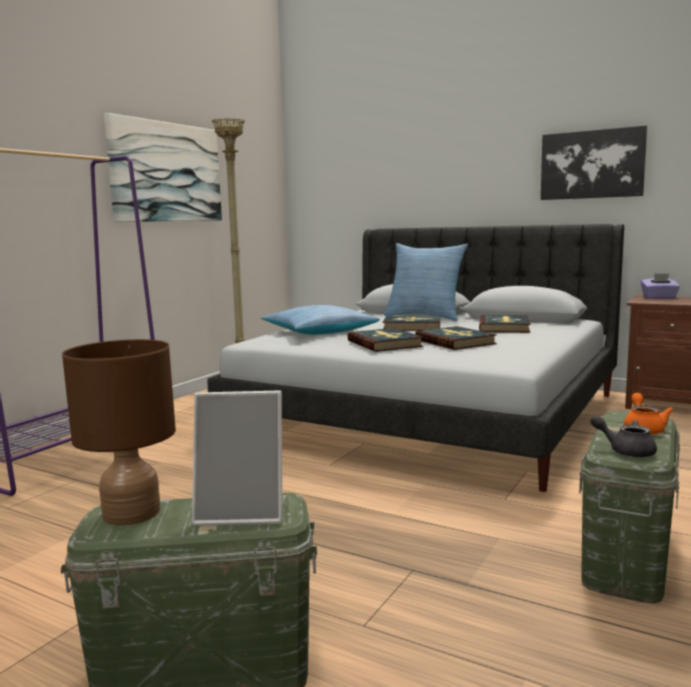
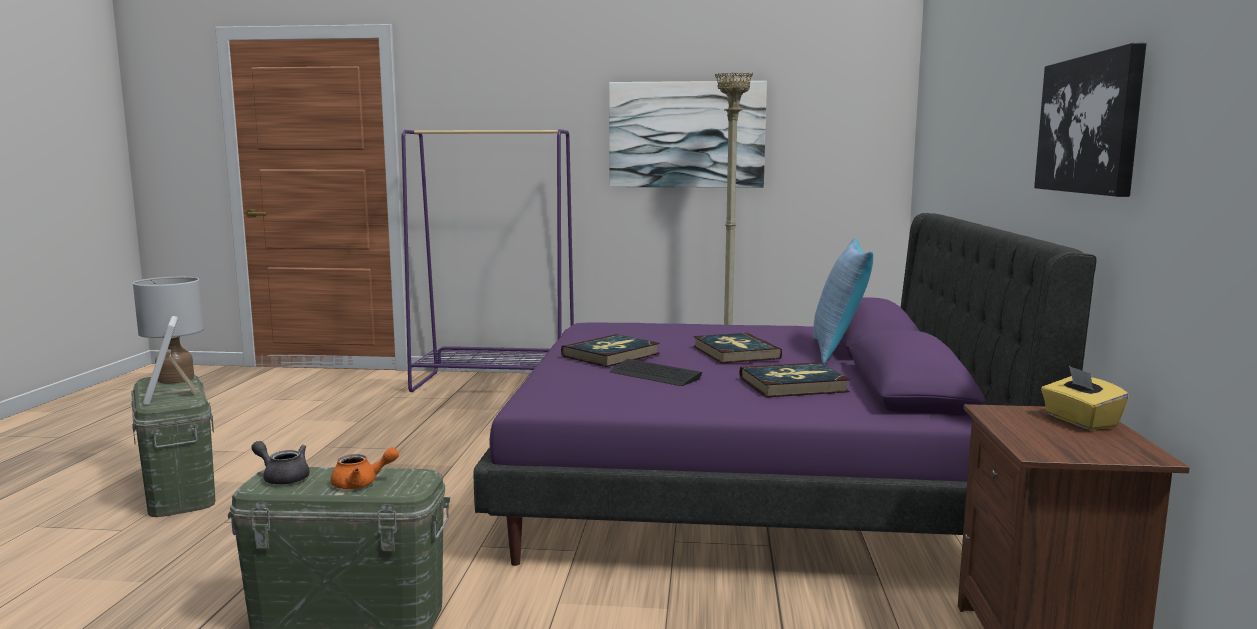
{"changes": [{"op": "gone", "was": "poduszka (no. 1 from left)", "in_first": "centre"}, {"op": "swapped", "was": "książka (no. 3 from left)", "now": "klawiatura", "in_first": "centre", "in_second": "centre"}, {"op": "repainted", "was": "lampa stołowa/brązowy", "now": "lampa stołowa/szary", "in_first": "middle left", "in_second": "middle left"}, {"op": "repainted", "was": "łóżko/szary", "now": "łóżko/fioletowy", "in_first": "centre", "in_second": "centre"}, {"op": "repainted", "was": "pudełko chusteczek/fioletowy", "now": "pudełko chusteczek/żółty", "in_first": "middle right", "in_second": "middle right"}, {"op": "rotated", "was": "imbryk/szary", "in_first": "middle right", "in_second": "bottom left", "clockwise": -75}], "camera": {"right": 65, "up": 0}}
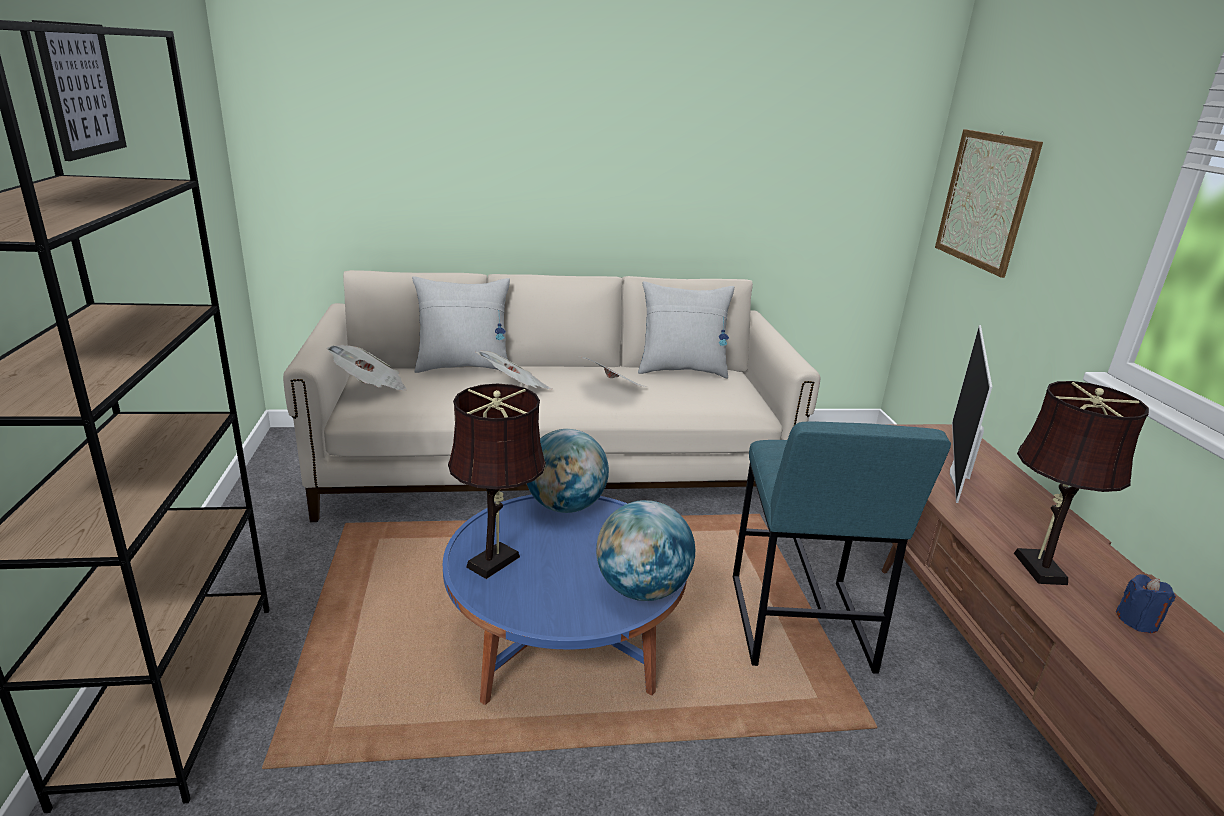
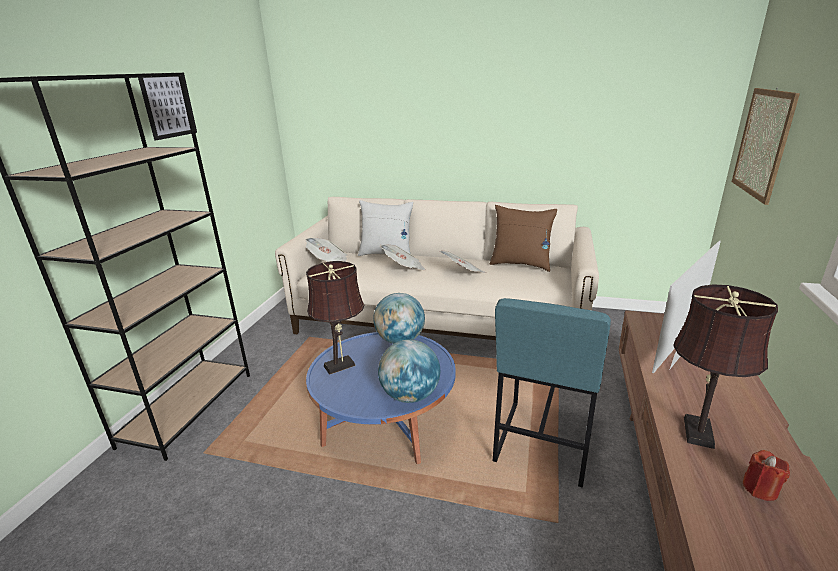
{"changes": [{"op": "repainted", "was": "poduszka/szary (no. 2 from left)", "now": "poduszka/brązowy", "in_first": "centre", "in_second": "centre"}, {"op": "repainted", "was": "świeca/niebieski", "now": "świeca/czerwony", "in_first": "bottom right", "in_second": "bottom right"}], "camera": {"right": 25, "up": 0}}
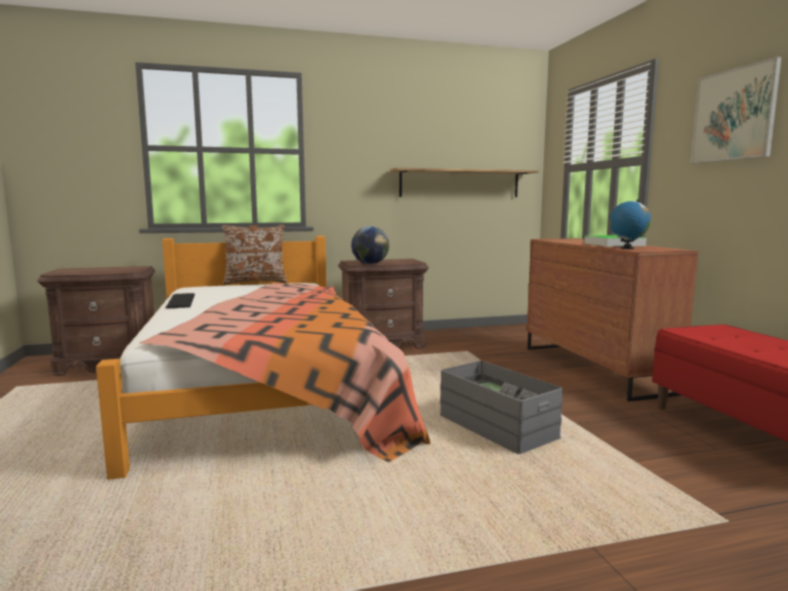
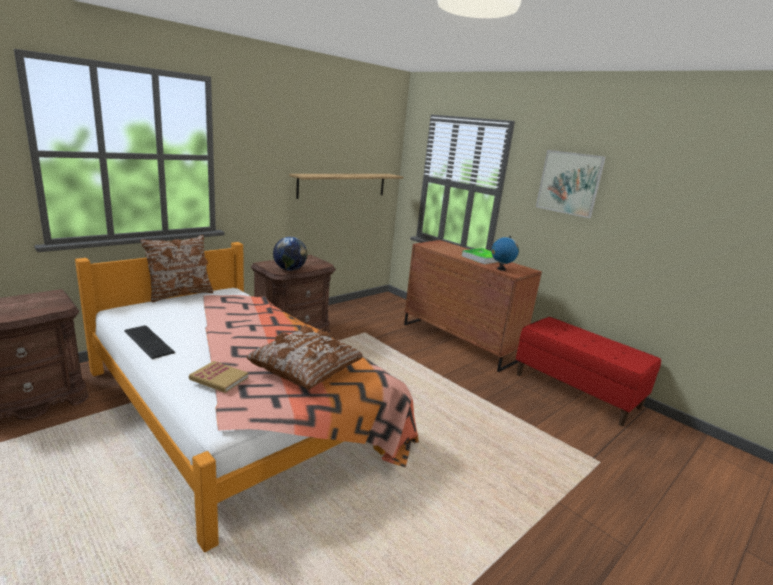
{"changes": [{"op": "gone", "was": "pojemnik do przechowywania/szary", "in_first": "bottom centre"}, {"op": "new", "now": "książka", "in_second": "middle left"}, {"op": "new", "now": "poduszka/brązowy (no. 2 from left)", "in_second": "centre"}], "camera": {"right": -30, "up": 10}}
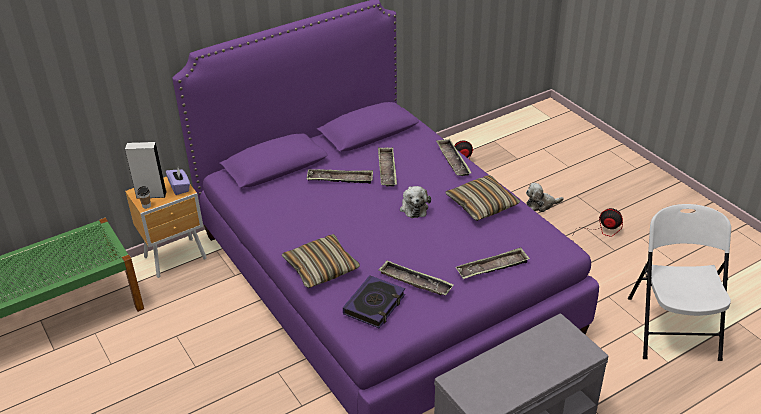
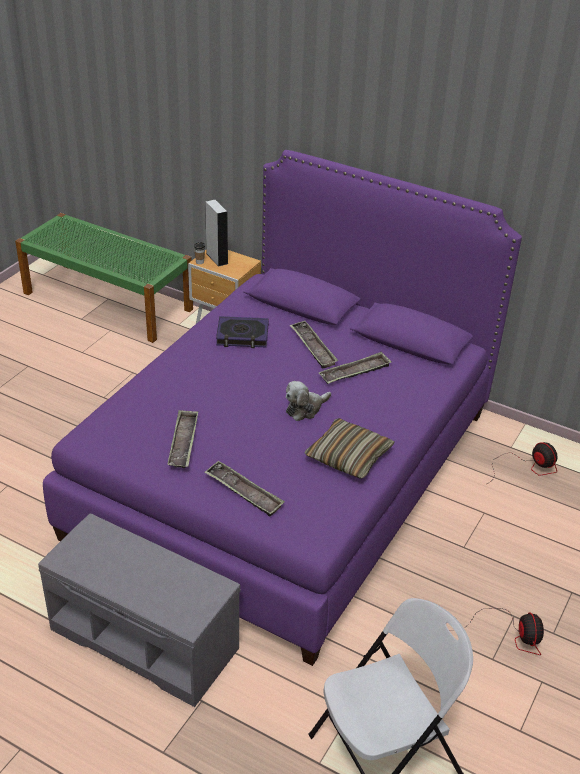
{"changes": [{"op": "gone", "was": "pudełko chusteczek/fioletowy", "in_first": "middle left"}, {"op": "gone", "was": "poduszka (no. 1 from left)", "in_first": "centre"}, {"op": "gone", "was": "taca (no. 4 from left)", "in_first": "centre"}, {"op": "gone", "was": "pluszak (no. 2 from left)", "in_first": "middle right"}, {"op": "shifted", "was": "książka", "in_first": "bottom centre", "in_second": "centre"}], "camera": {"right": 60, "up": 0}}
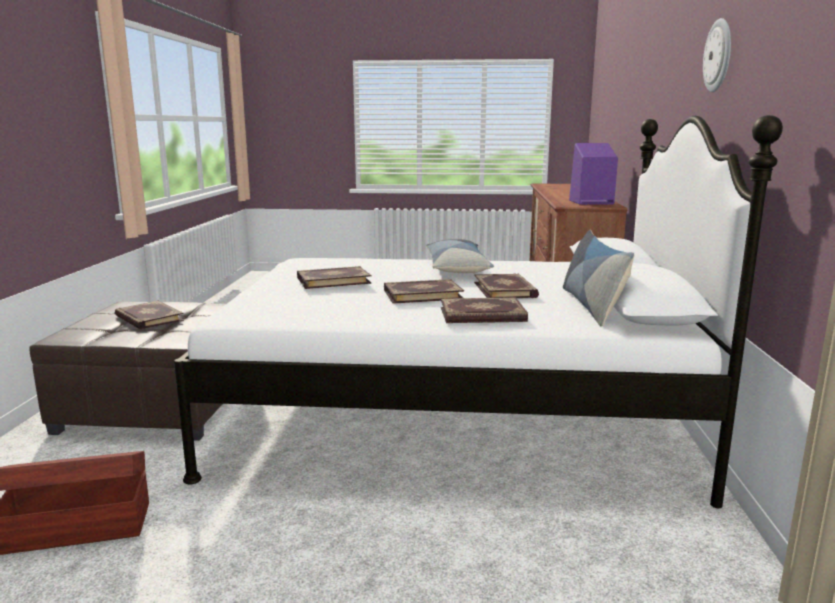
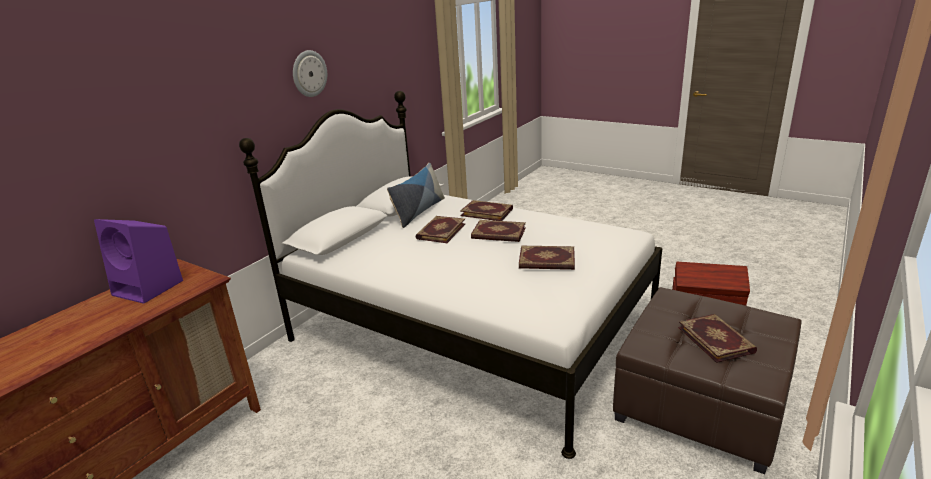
{"changes": [{"op": "gone", "was": "poduszka (no. 1 from left)", "in_first": "centre"}], "camera": {"right": -150, "up": 10}}
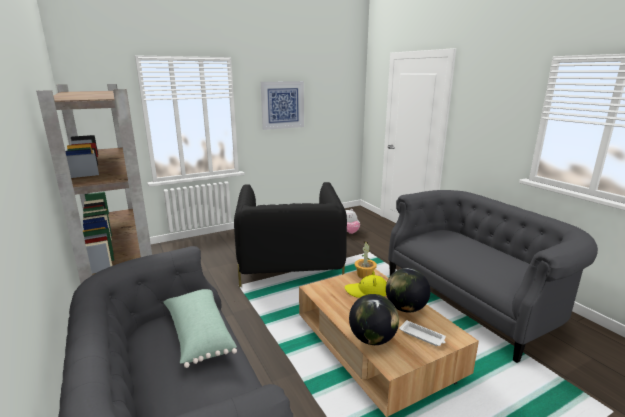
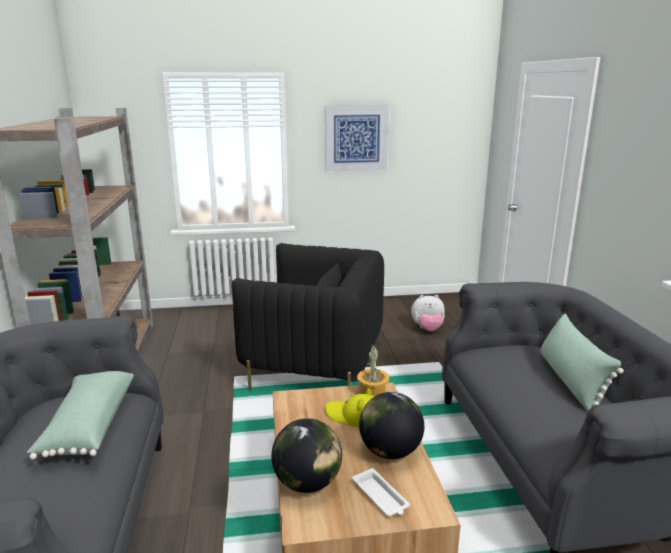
{"changes": [{"op": "new", "now": "poduszka/zielony (no. 2 from left)", "in_second": "middle right"}, {"op": "rotated", "was": "fotel/czarny", "in_first": "centre", "in_second": "centre", "clockwise": -90}], "camera": {"right": 20, "up": 0}}
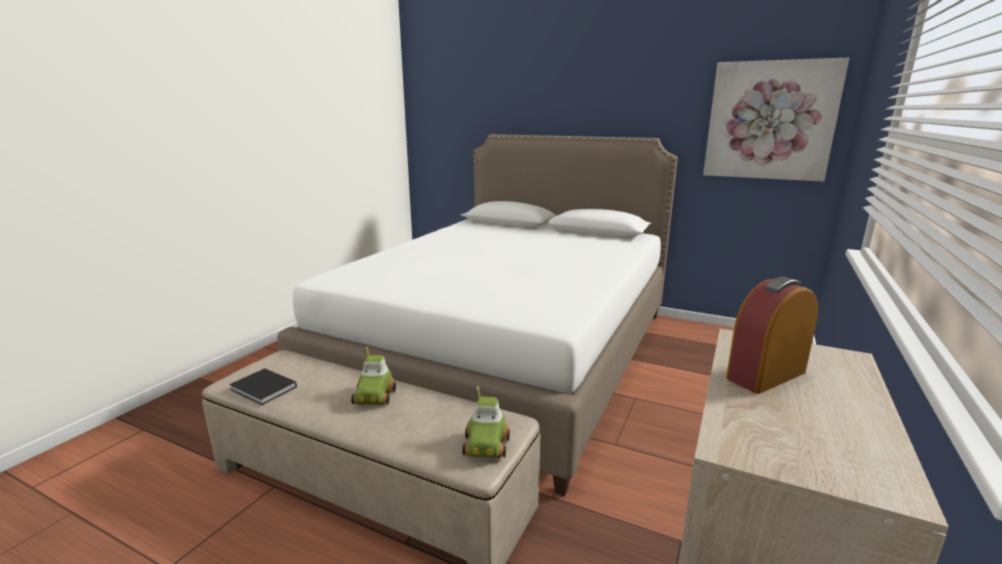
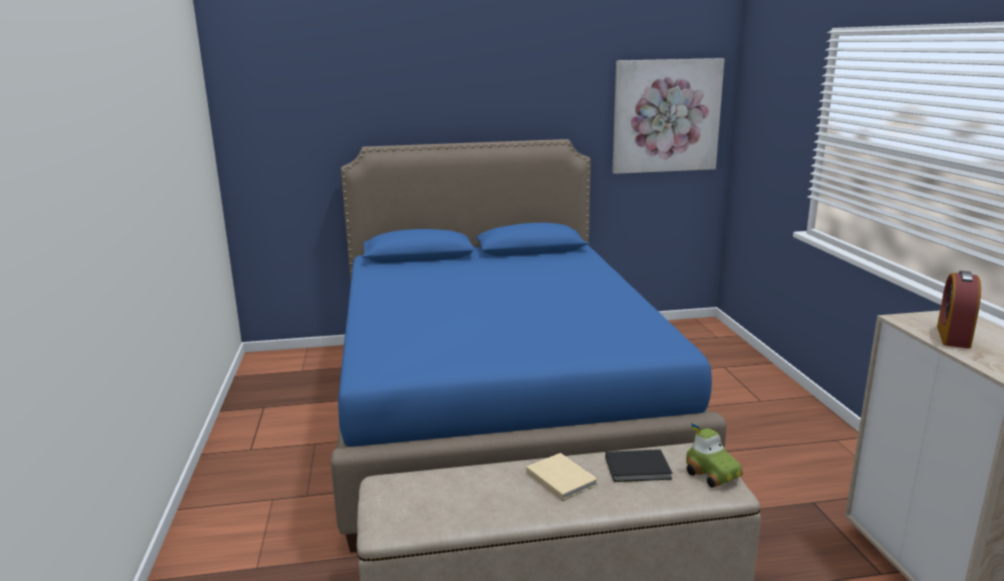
{"changes": [{"op": "shifted", "was": "książka/czarny", "in_first": "bottom left", "in_second": "bottom centre"}, {"op": "swapped", "was": "samochodzik (no. 1 from left)", "now": "książka/beżowy", "in_first": "centre", "in_second": "bottom centre"}, {"op": "repainted", "was": "łóżko/biały", "now": "łóżko/niebieski", "in_first": "centre", "in_second": "centre"}], "camera": {"right": -35, "up": 0}}
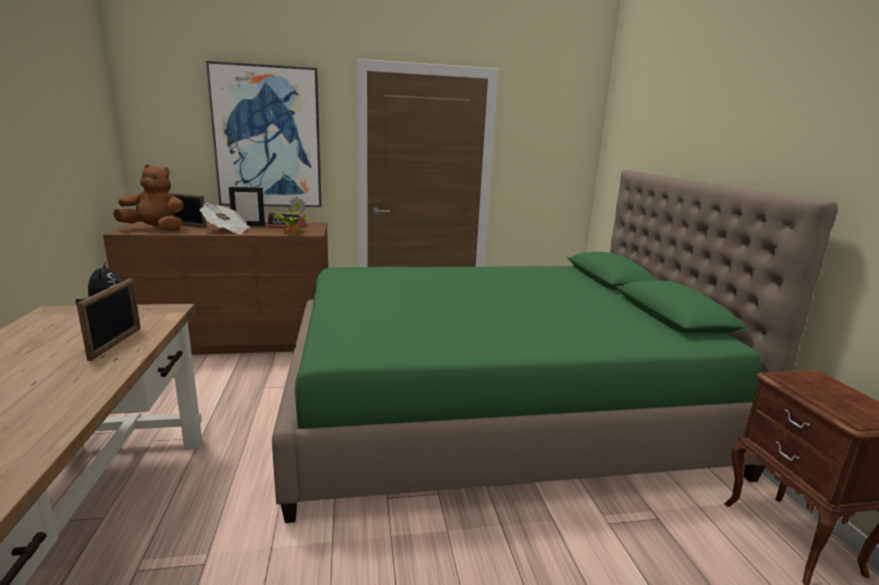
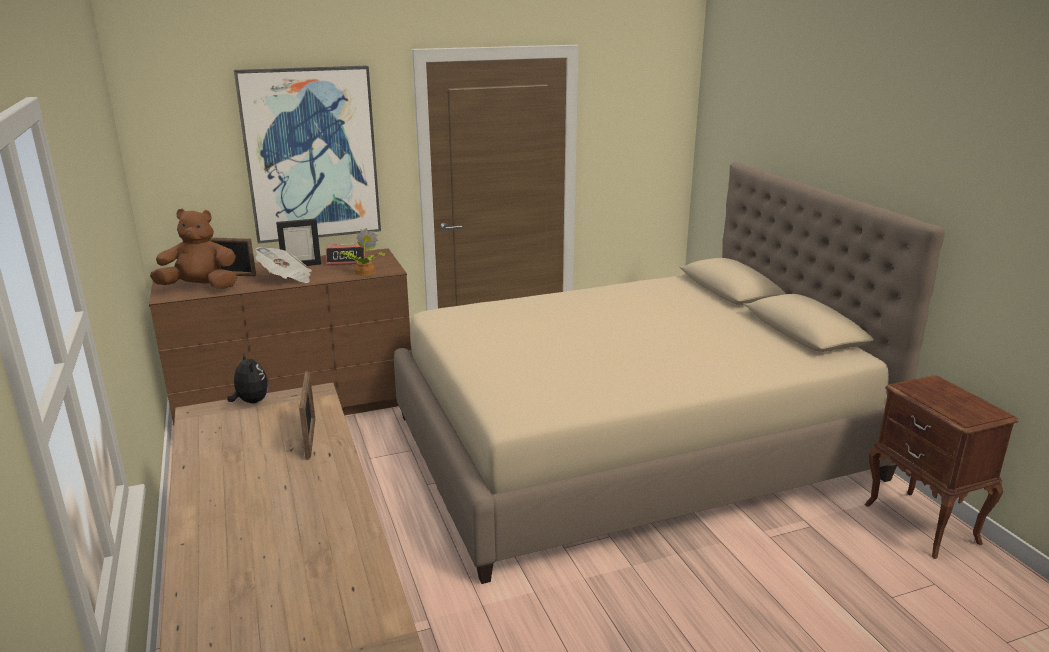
{"changes": [{"op": "repainted", "was": "łóżko/zielony", "now": "łóżko/beżowy", "in_first": "centre", "in_second": "centre"}], "camera": {"right": -10, "up": 5}}
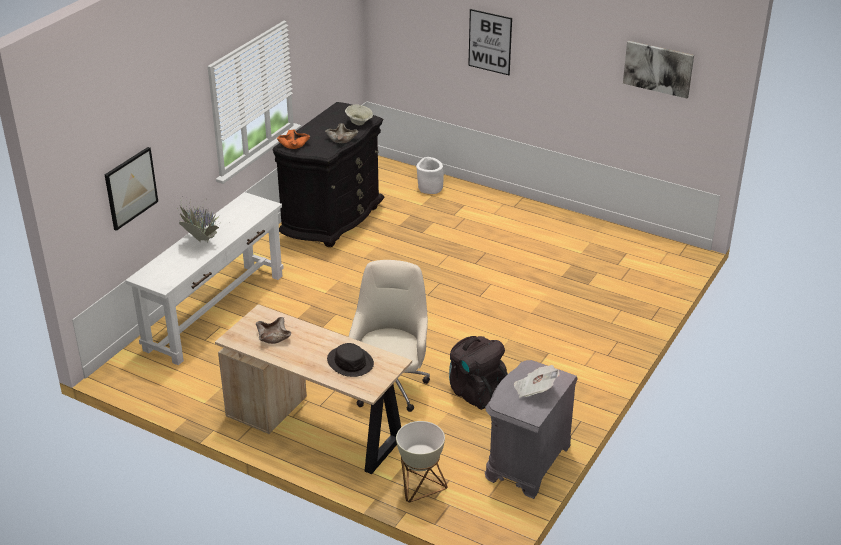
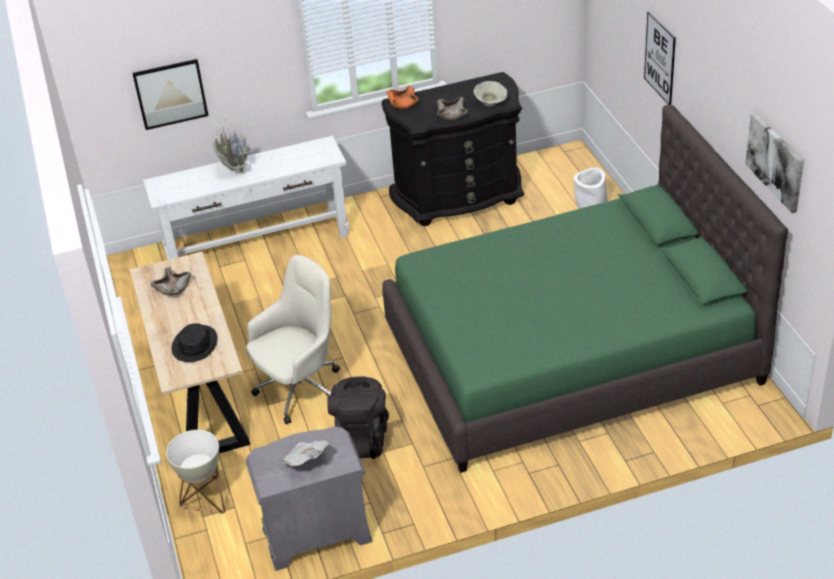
{"changes": [{"op": "new", "now": "łóżko/zielony", "in_second": "middle right"}], "camera": {"right": 45, "up": 5}}
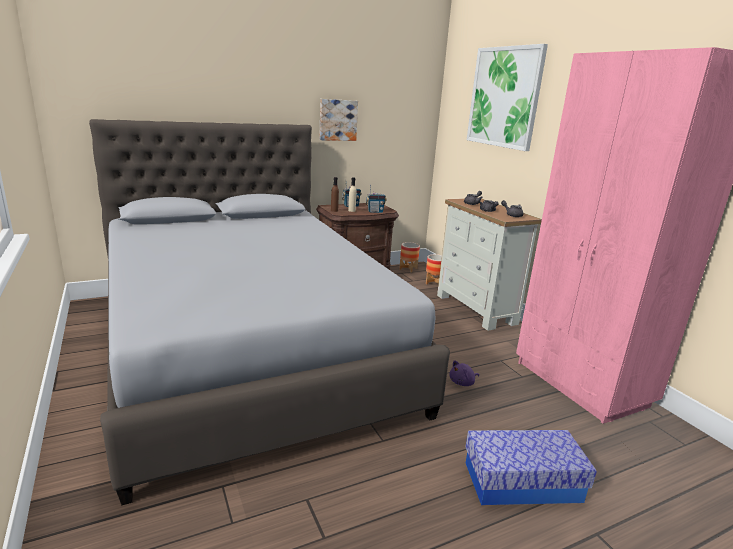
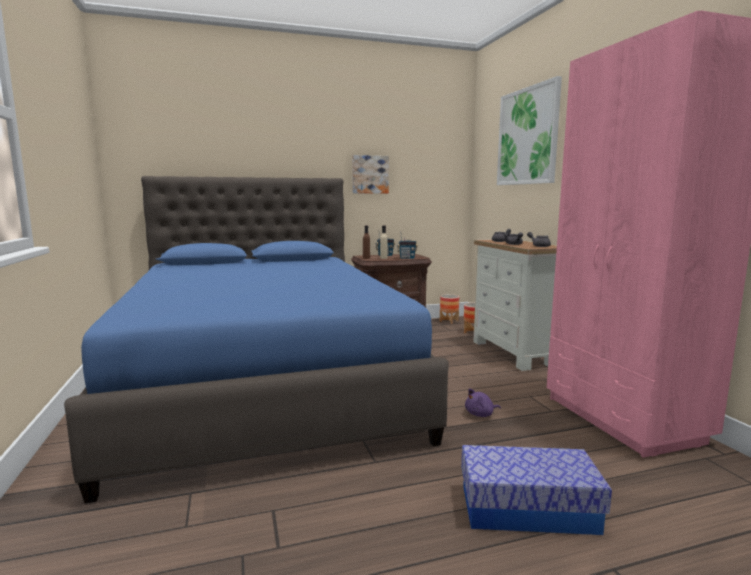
{"changes": [{"op": "repainted", "was": "łóżko/szary", "now": "łóżko/niebieski", "in_first": "centre", "in_second": "centre"}], "camera": {"right": 10, "up": -10}}
